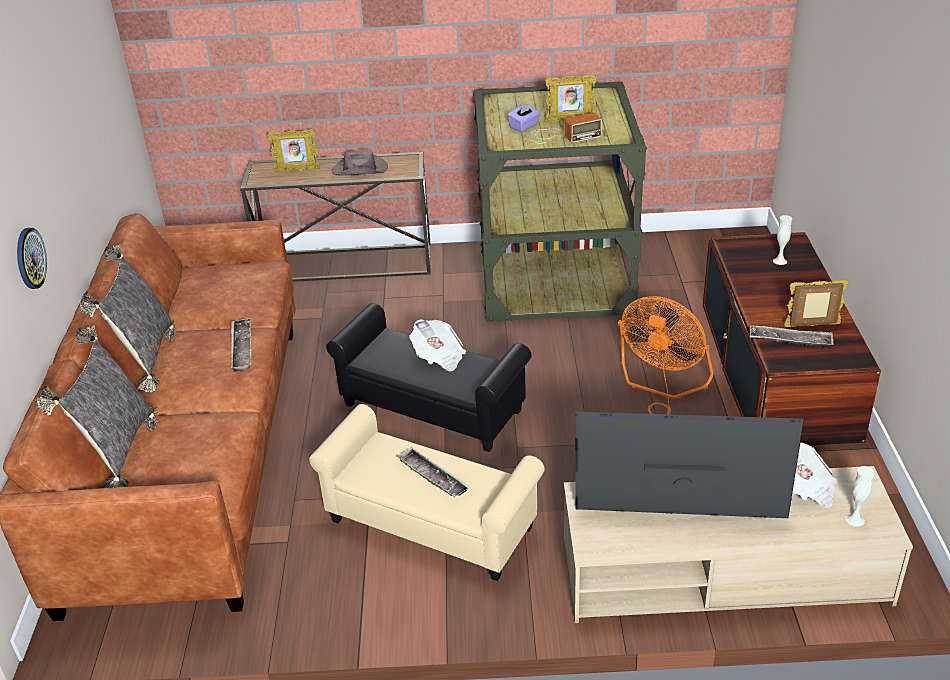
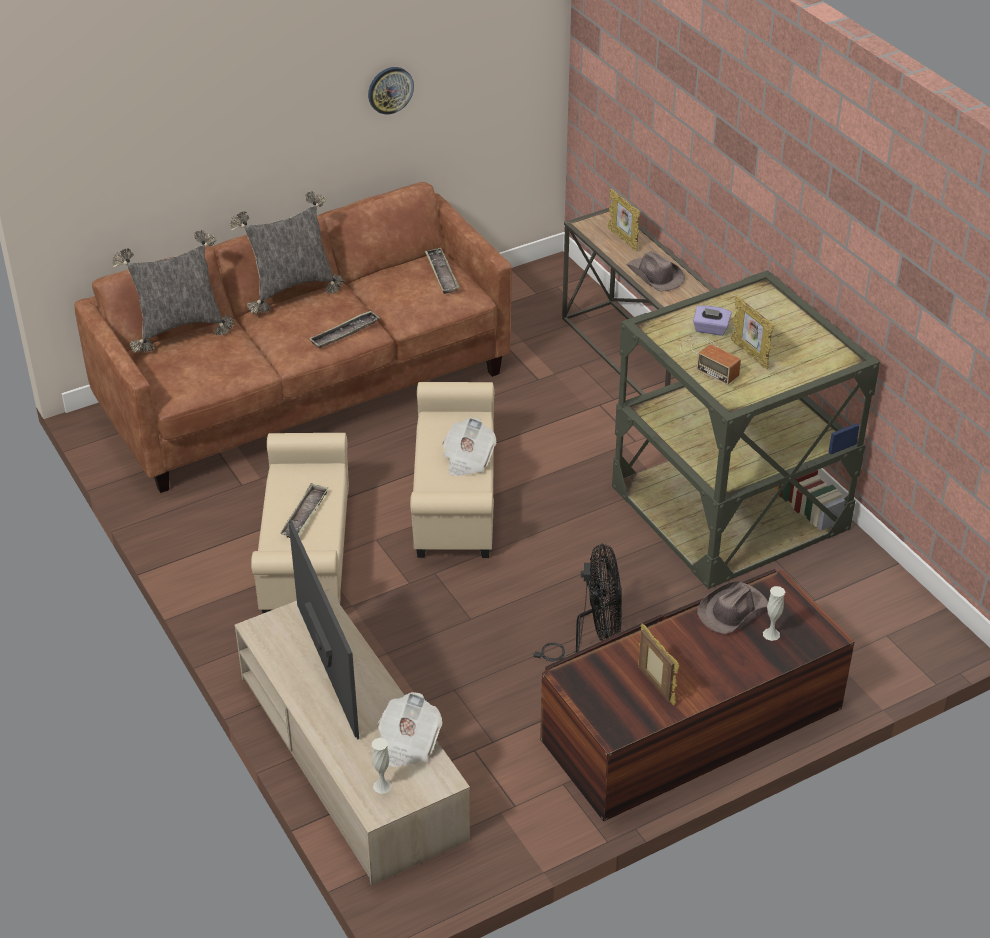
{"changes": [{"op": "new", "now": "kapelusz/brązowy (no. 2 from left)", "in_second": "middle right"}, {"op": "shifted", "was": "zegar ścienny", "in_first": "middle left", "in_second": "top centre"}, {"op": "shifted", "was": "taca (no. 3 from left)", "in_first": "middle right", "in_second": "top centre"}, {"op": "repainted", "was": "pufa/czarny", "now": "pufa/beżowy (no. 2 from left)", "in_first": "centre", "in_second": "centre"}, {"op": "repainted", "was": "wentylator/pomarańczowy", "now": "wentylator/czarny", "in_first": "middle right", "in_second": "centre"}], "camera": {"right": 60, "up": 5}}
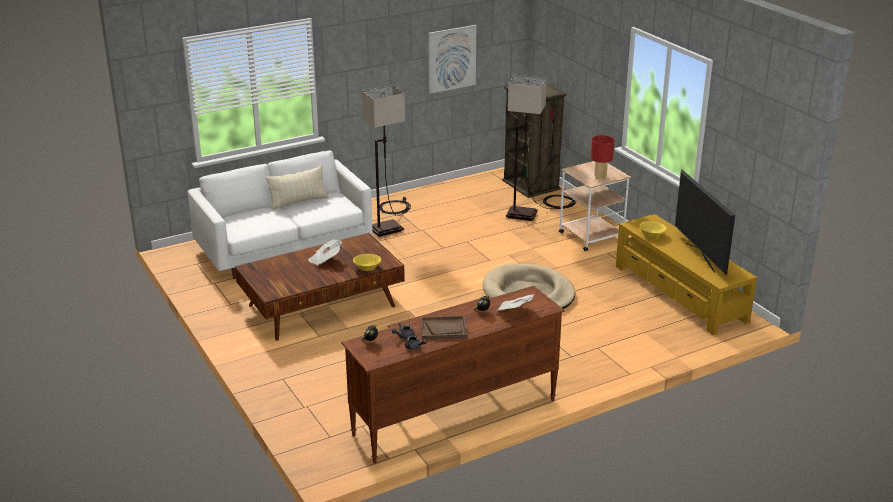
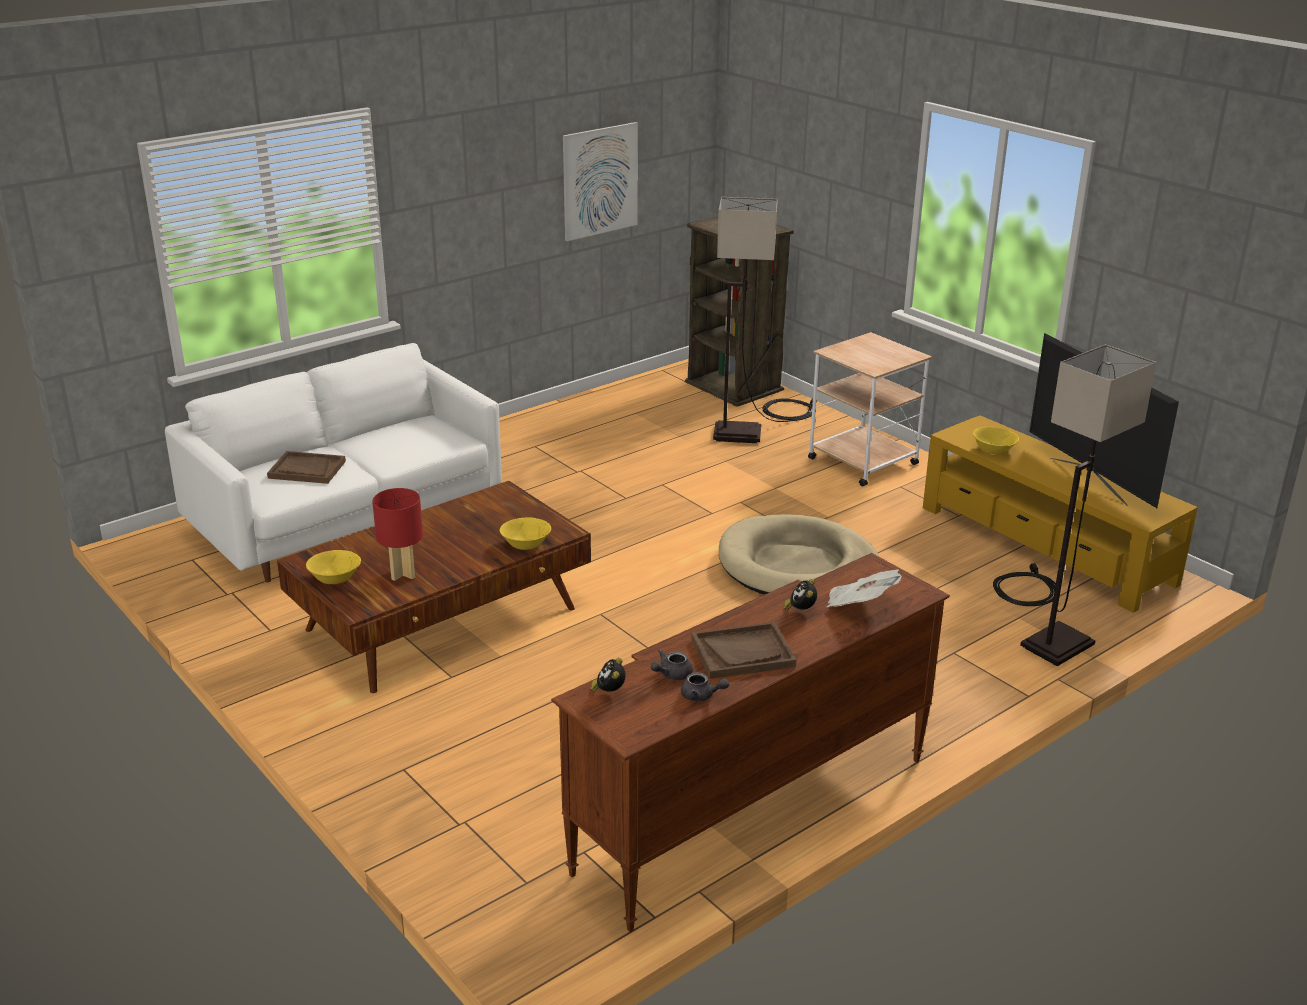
{"changes": [{"op": "gone", "was": "poduszka/beżowy", "in_first": "middle left"}, {"op": "gone", "was": "gazeta (no. 1 from left)", "in_first": "centre"}, {"op": "new", "now": "taca/brązowy (no. 1 from left)", "in_second": "middle left"}, {"op": "new", "now": "miska/żółty (no. 1 from left)", "in_second": "middle left"}, {"op": "shifted", "was": "lampa stojąca (no. 1 from left in the first image)", "now": "lampa stojąca (no. 2 from left)", "in_first": "top centre", "in_second": "middle right"}, {"op": "shifted", "was": "lampa stołowa/czerwony", "in_first": "top right", "in_second": "middle left"}], "camera": {"right": -10, "up": 0}}
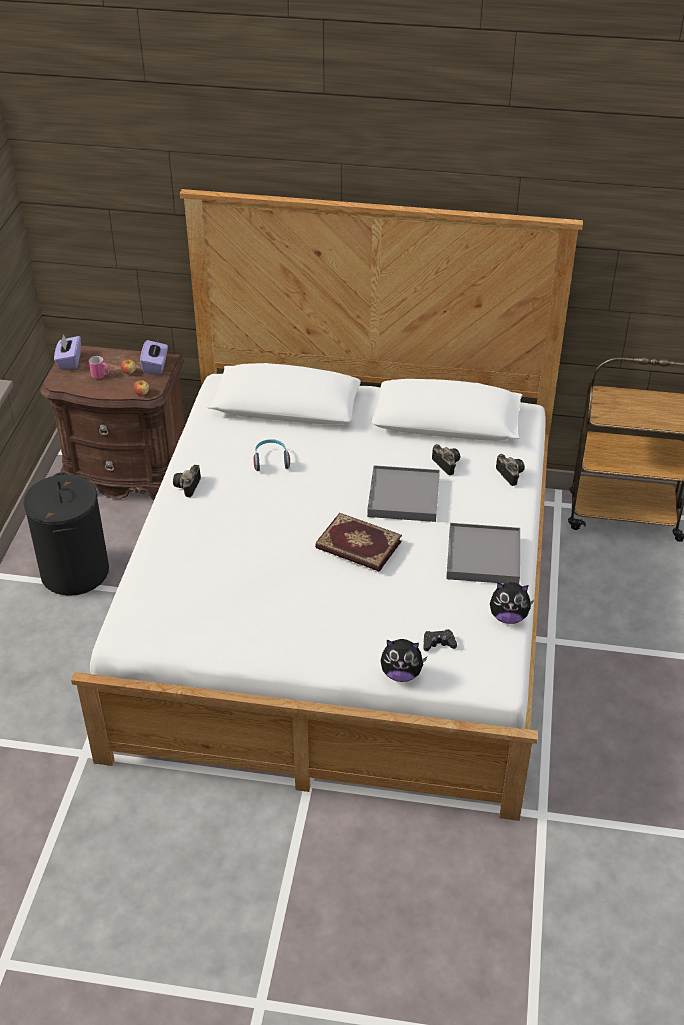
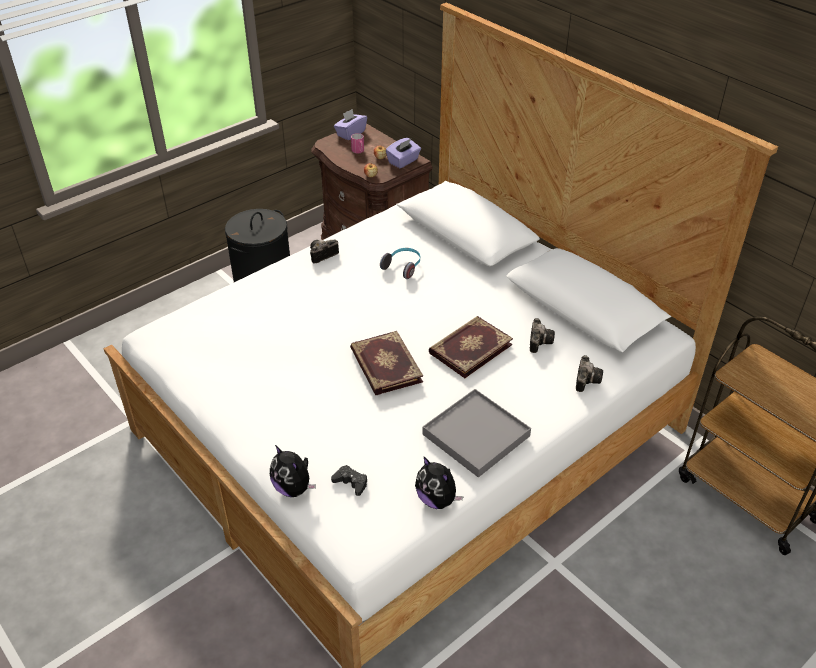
{"changes": [{"op": "swapped", "was": "taca/szary (no. 1 from left)", "now": "książka (no. 2 from left)", "in_first": "centre", "in_second": "centre"}], "camera": {"right": 40, "up": 0}}
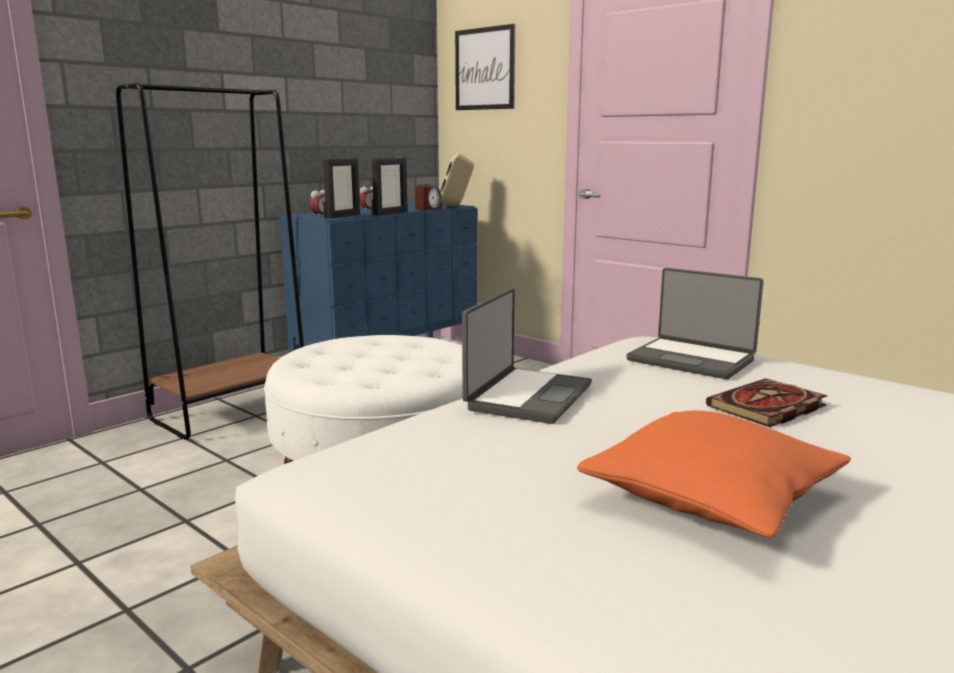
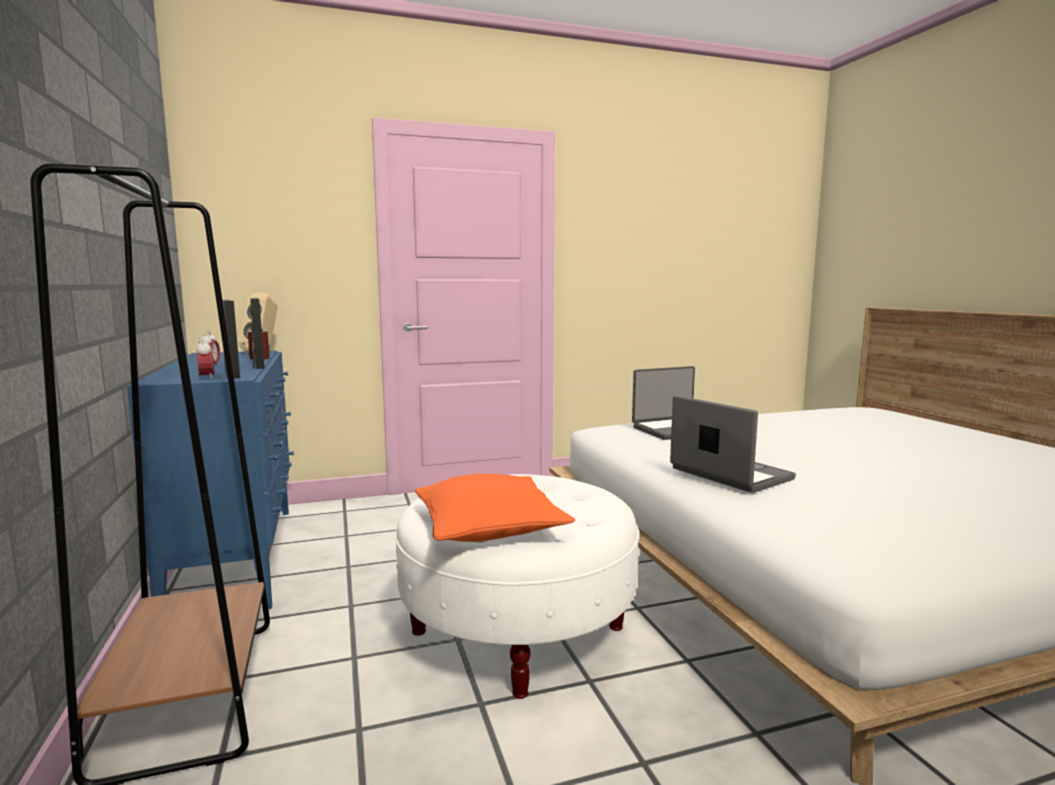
{"changes": [{"op": "gone", "was": "obraz", "in_first": "top centre"}, {"op": "gone", "was": "książka", "in_first": "middle right"}, {"op": "shifted", "was": "poduszka/pomarańczowy", "in_first": "bottom right", "in_second": "centre"}], "camera": {"right": -60, "up": -5}}
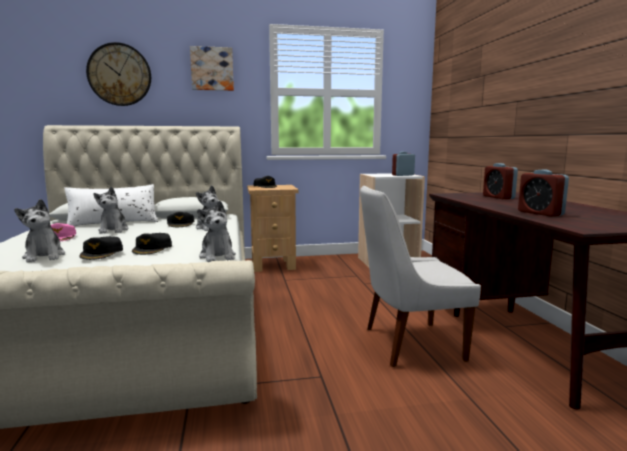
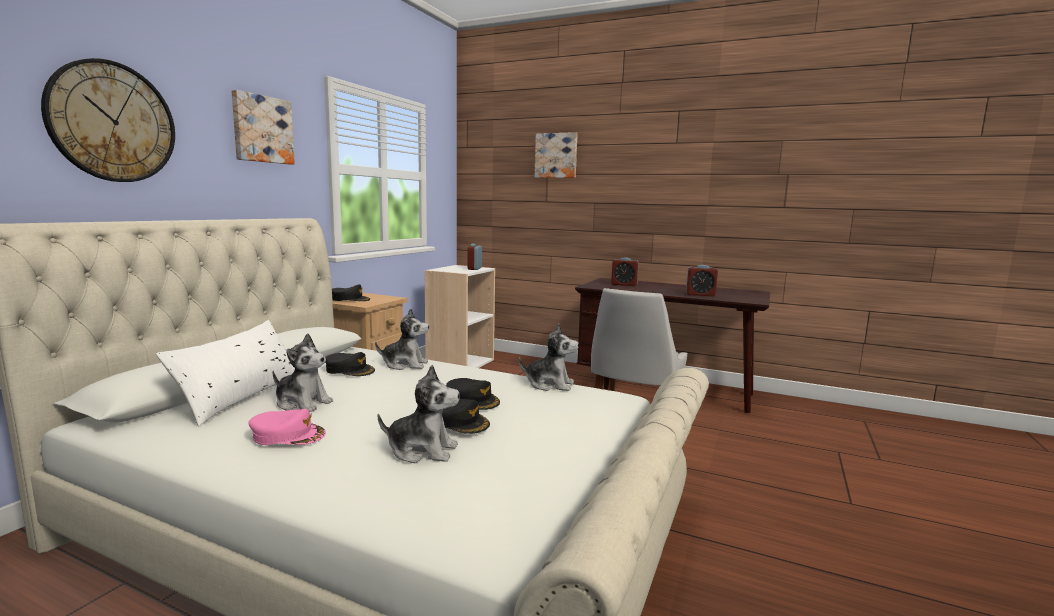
{"changes": [{"op": "new", "now": "obraz (no. 2 from left)", "in_second": "top centre"}], "camera": {"right": -55, "up": 0}}
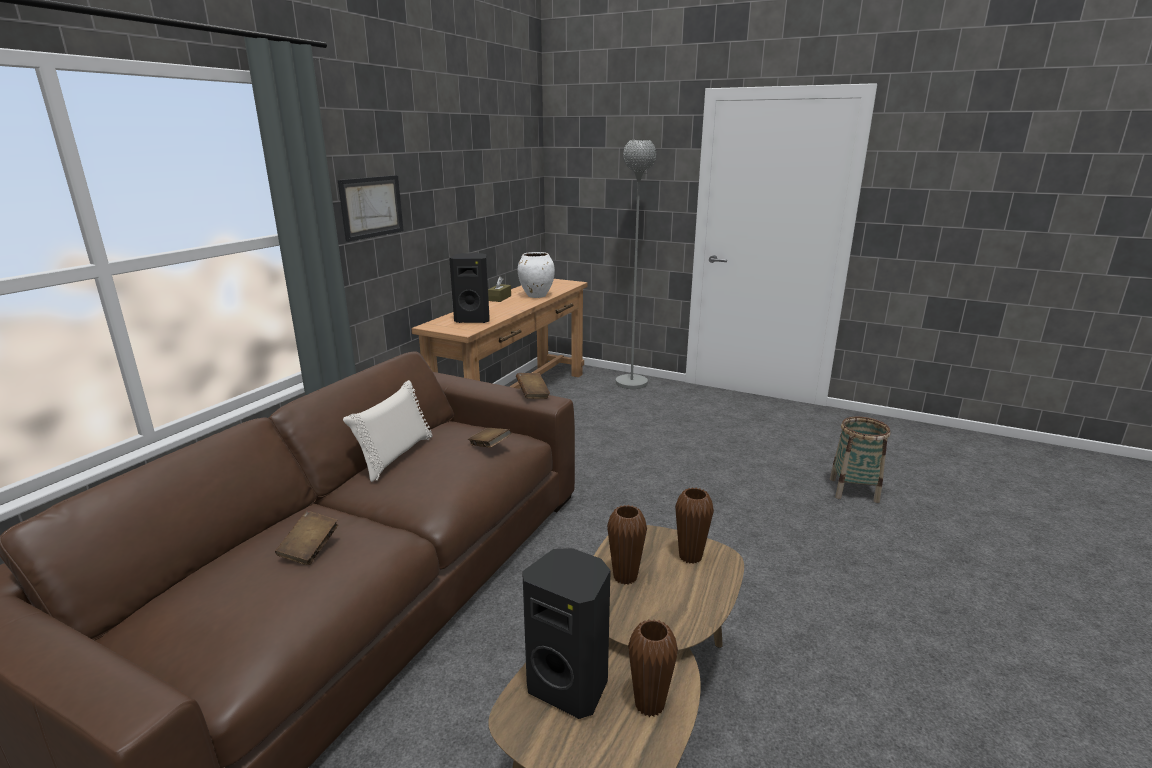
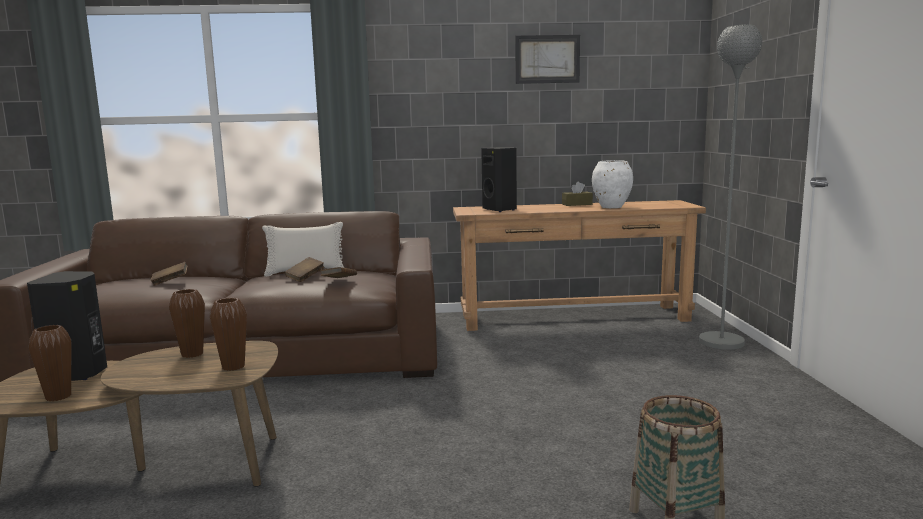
{"changes": [{"op": "shifted", "was": "obraz", "in_first": "top left", "in_second": "top centre"}, {"op": "shifted", "was": "książka/brązowy (no. 3 from left in the first image)", "now": "książka/brązowy (no. 2 from left)", "in_first": "centre", "in_second": "middle left"}], "camera": {"right": 60, "up": -10}}
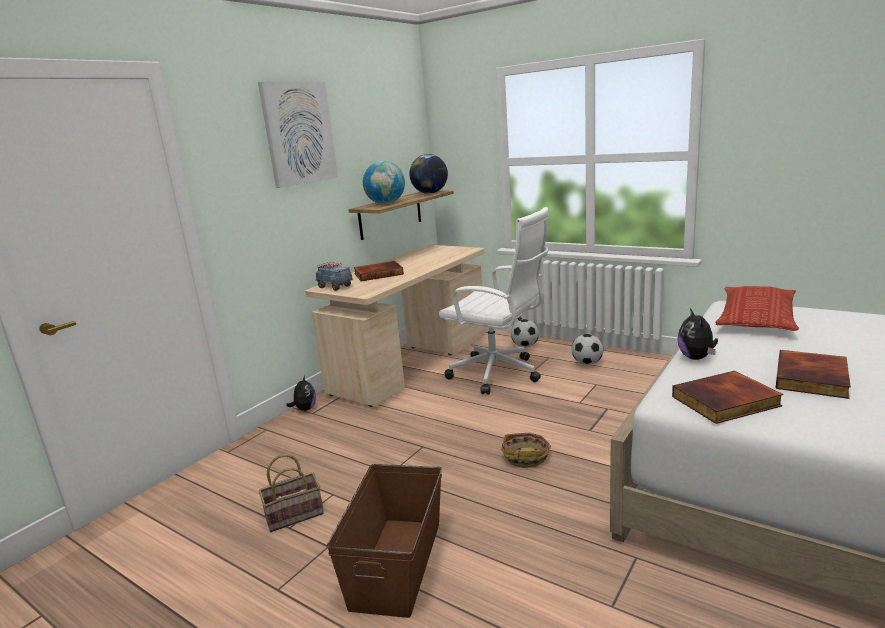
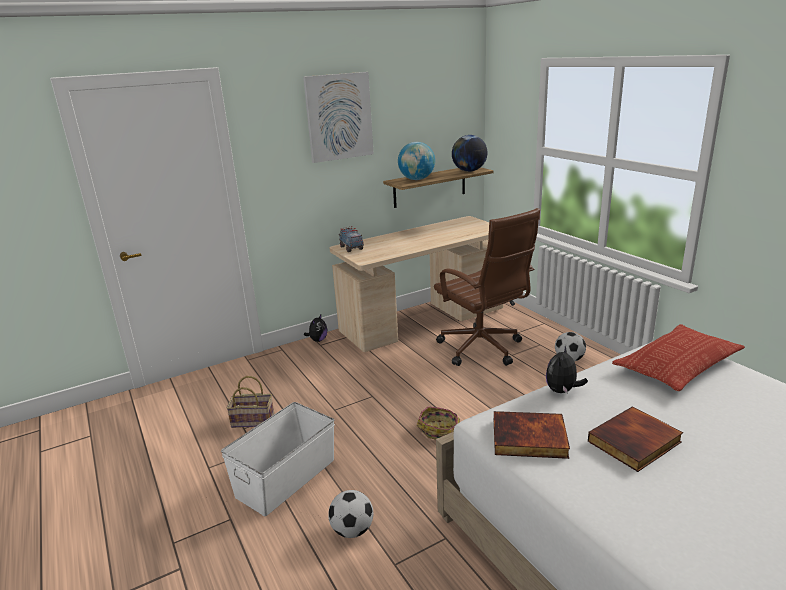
{"changes": [{"op": "gone", "was": "książka (no. 1 from left)", "in_first": "centre"}, {"op": "shifted", "was": "piłka futbolowa (no. 1 from left)", "in_first": "centre", "in_second": "bottom centre"}, {"op": "repainted", "was": "pojemnik do przechowywania/brązowy", "now": "pojemnik do przechowywania/biały", "in_first": "bottom centre", "in_second": "bottom centre"}, {"op": "repainted", "was": "krzesło biurowe/biały", "now": "krzesło biurowe/brązowy", "in_first": "centre", "in_second": "centre"}], "camera": {"right": 25, "up": 5}}
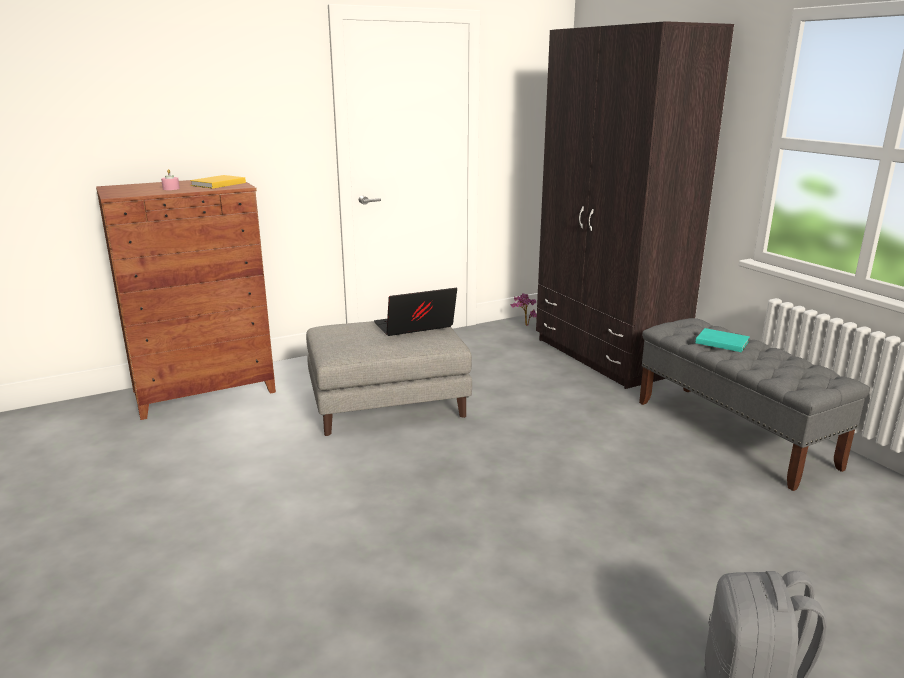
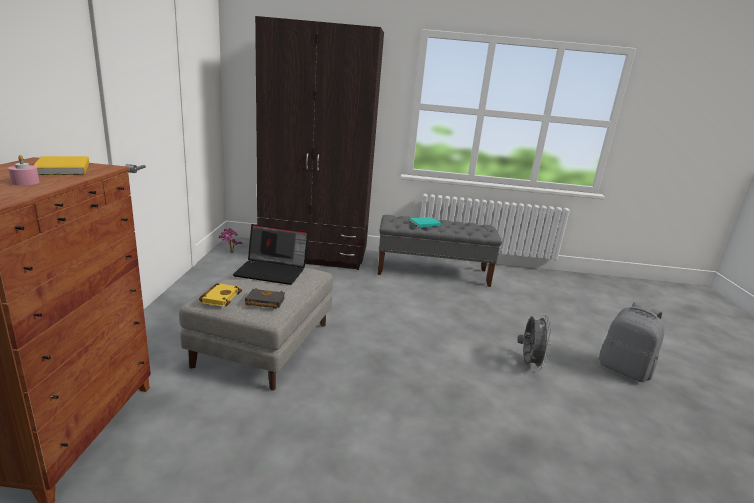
{"changes": [{"op": "new", "now": "książka/żółty (no. 2 from left)", "in_second": "middle left"}, {"op": "new", "now": "książka/czarny", "in_second": "centre"}, {"op": "new", "now": "wentylator/szary", "in_second": "bottom right"}, {"op": "rotated", "was": "laptop", "in_first": "centre", "in_second": "centre", "clockwise": -90}], "camera": {"right": -60, "up": 0}}
